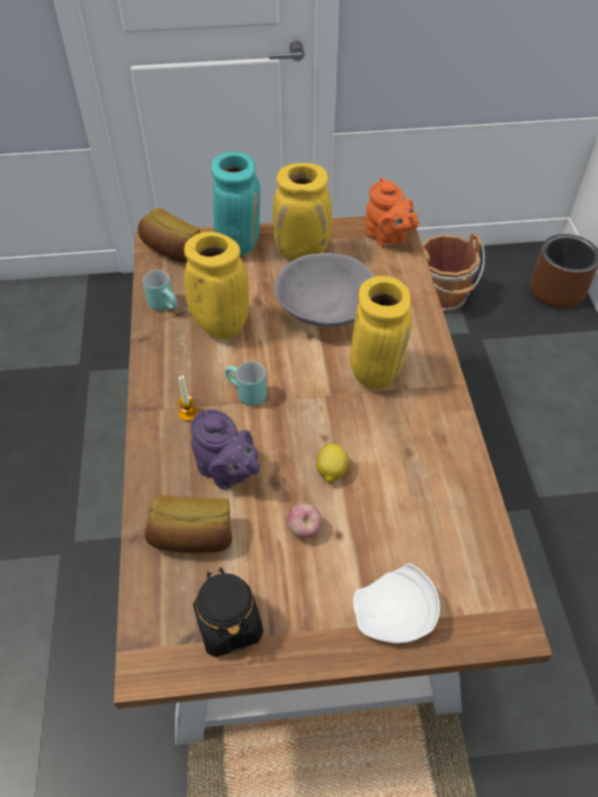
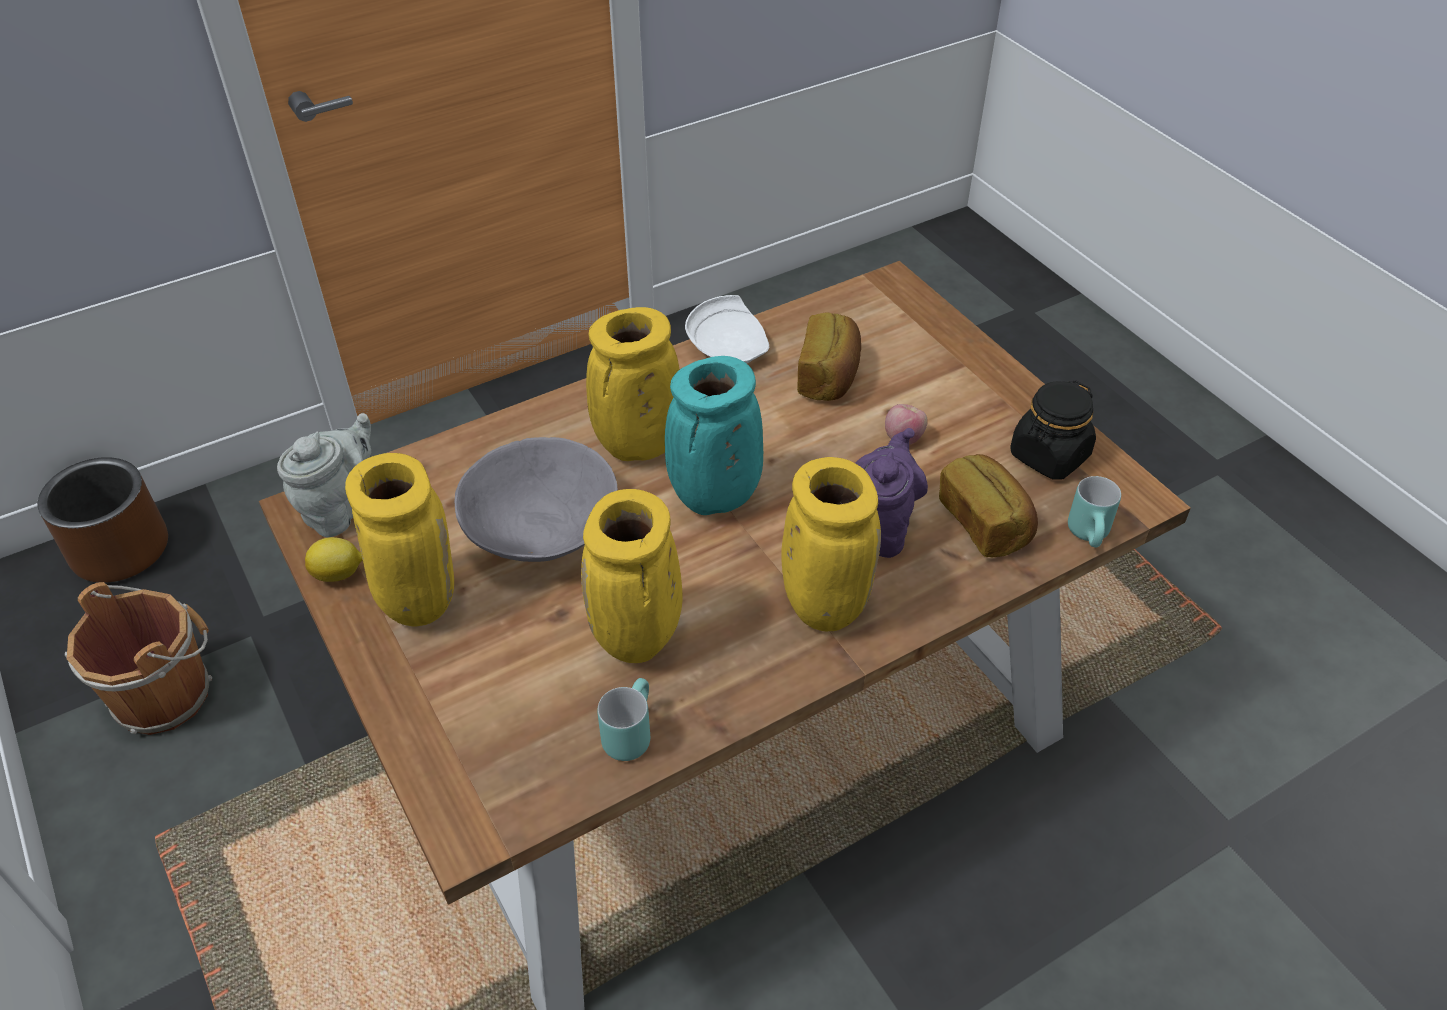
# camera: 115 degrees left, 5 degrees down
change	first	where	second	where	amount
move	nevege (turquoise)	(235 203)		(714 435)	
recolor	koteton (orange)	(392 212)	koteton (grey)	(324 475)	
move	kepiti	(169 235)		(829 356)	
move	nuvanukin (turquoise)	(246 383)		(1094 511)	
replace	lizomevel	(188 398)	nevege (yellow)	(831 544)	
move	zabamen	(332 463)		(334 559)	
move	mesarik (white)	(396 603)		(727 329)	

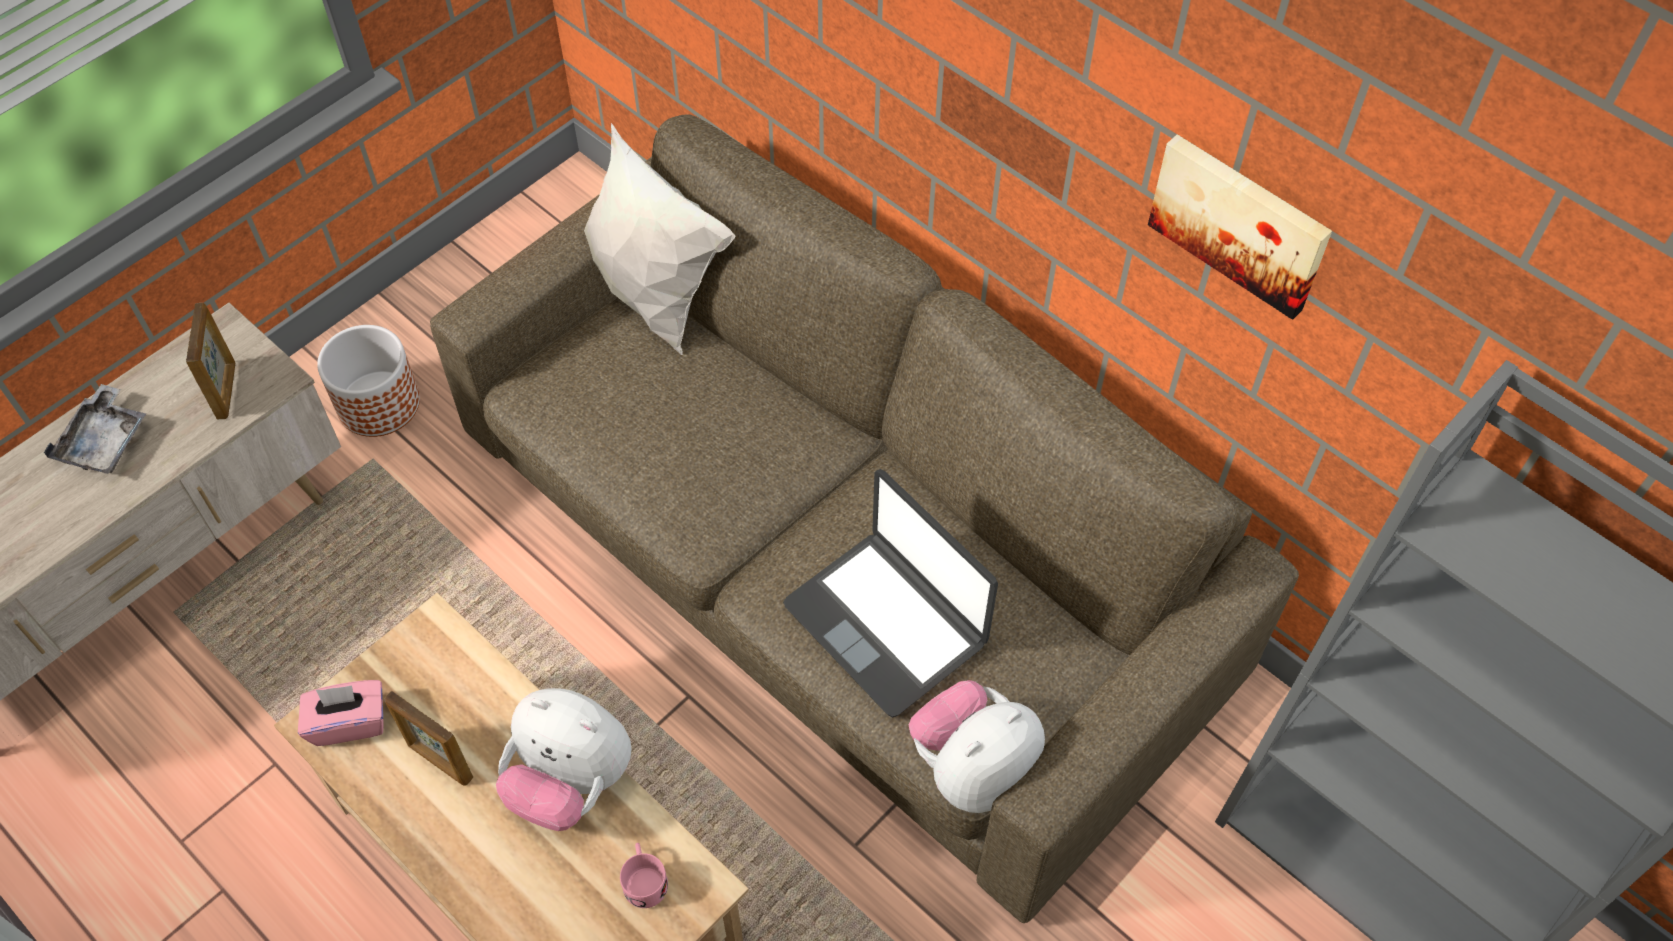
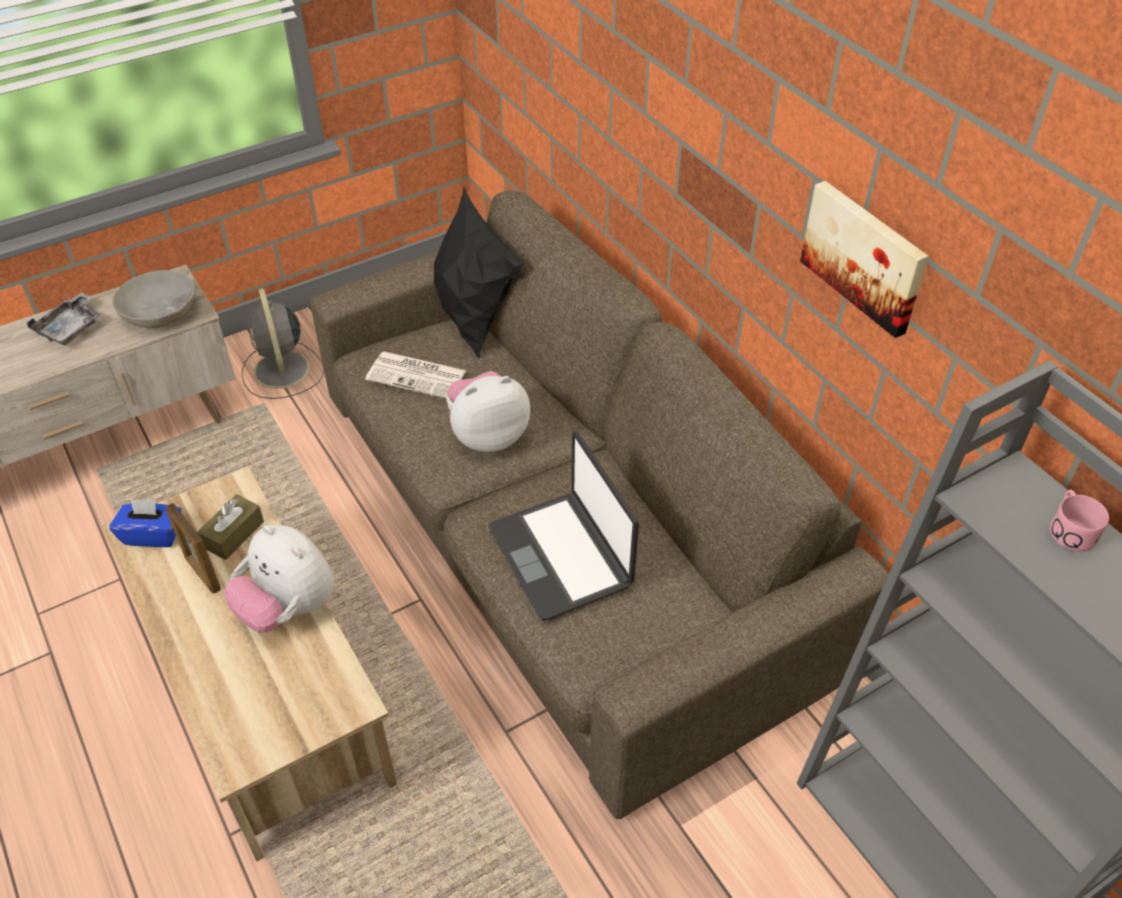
# camera: 15 degrees right, 10 degrees down
change	first	where	second	where	amount
recolor	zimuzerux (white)	(659 239)	zimuzerux (black)	(478 273)	
replace	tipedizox	(210 361)	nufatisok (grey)	(154 299)	
replace	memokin	(368 381)	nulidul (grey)	(282 343)	
recolor	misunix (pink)	(340 713)	misunix (blue)	(145 523)	
move	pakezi	(977 746)		(488 411)	
move	nuvanukin (pink)	(644 875)		(1079 521)	
insert			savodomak	(416 375)	
insert			misunix (brown)	(230 527)	

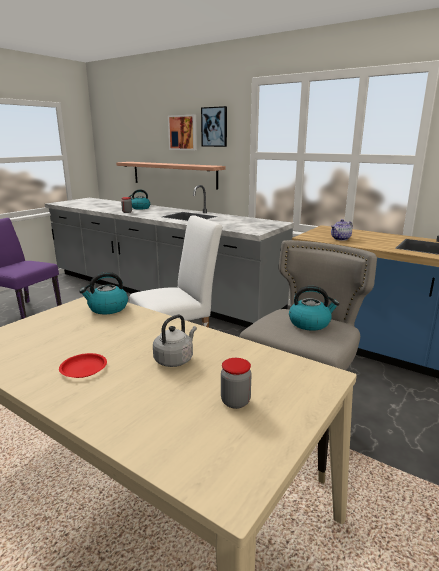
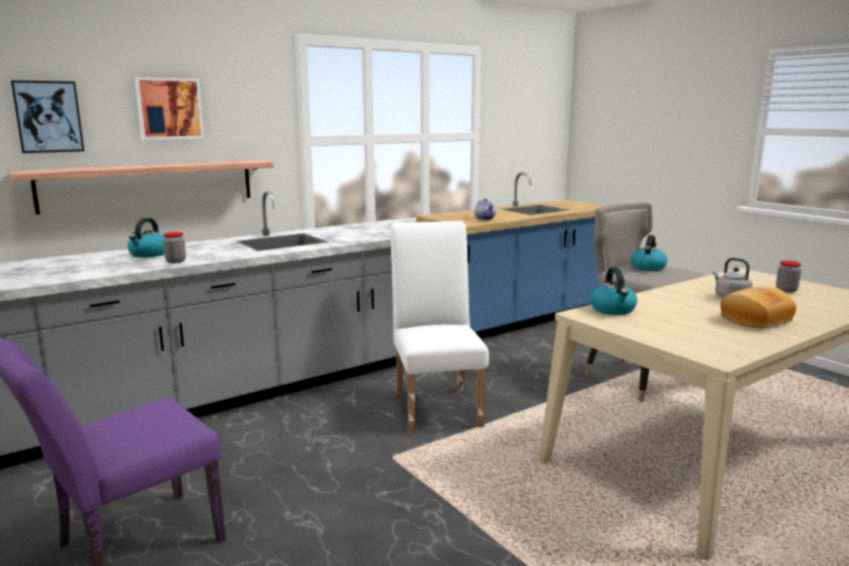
# camera: 70 degrees left, 5 degrees down
change	first	where	second	where	amount
move	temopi	(214 126)		(47 116)	
replace	mesarik (red)	(83 365)	kepiti	(758 307)	

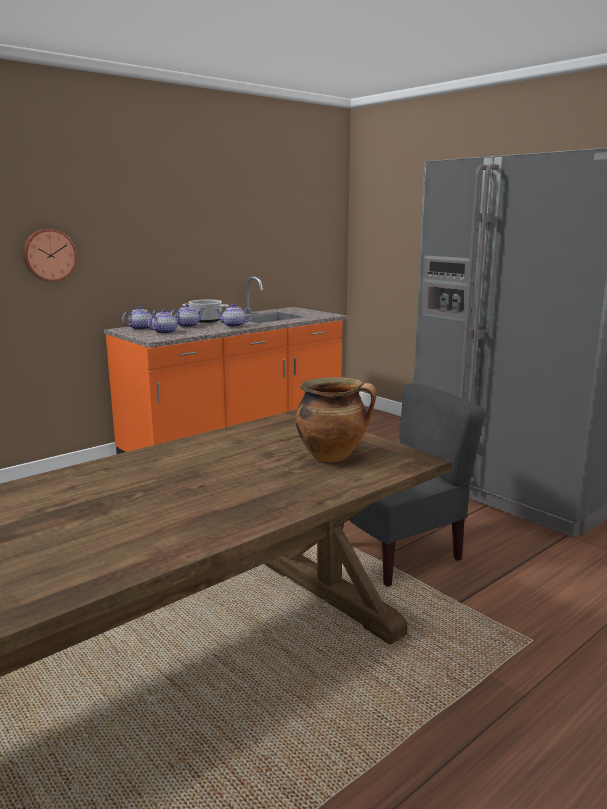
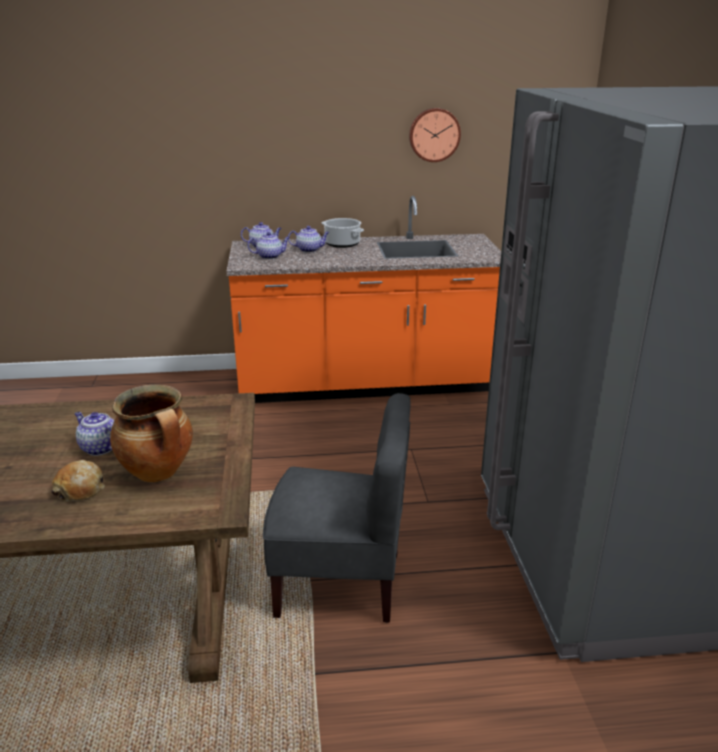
# camera: 35 degrees right, 10 degrees up
change	first	where	second	where	amount
move	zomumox	(50 255)		(435 135)	
move	koteton	(234 315)		(95 434)	
insert			kepiti	(78 480)	

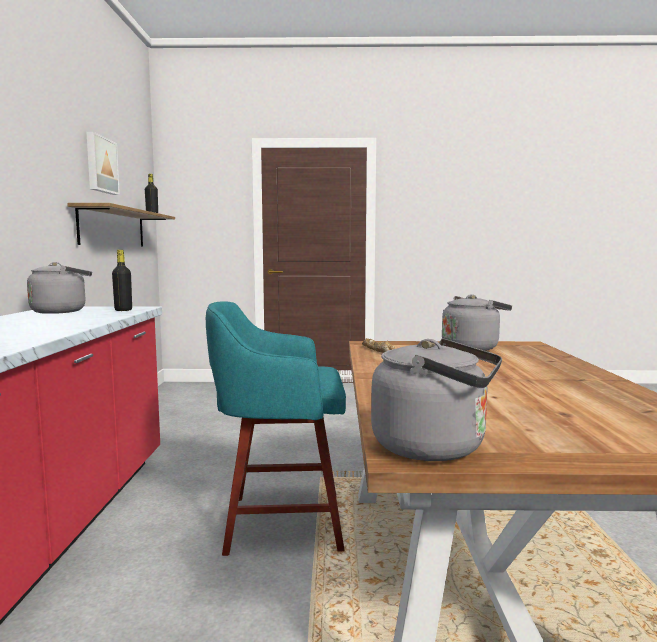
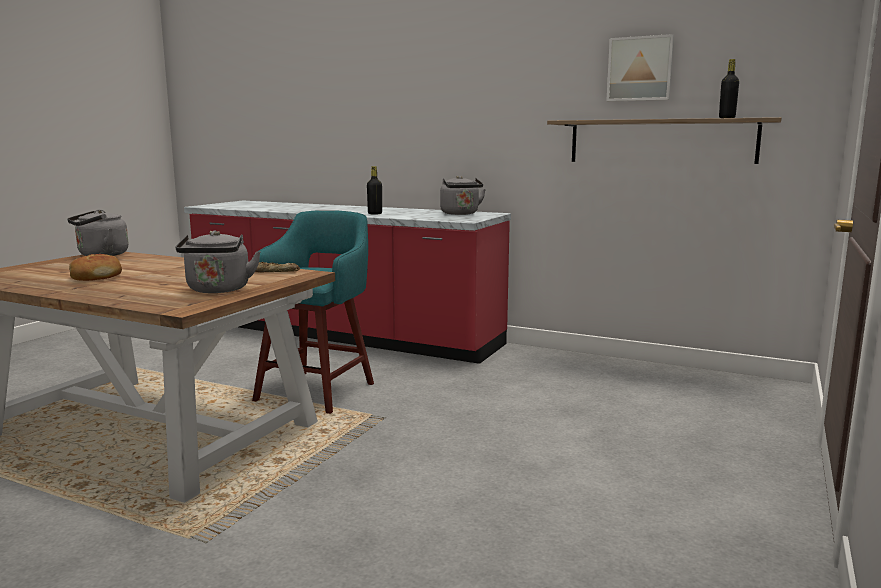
# camera: 115 degrees right, 5 degrees up
change	first	where	second	where	amount
move	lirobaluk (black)	(122 280)		(374 190)	
insert			kepiti	(95 267)	

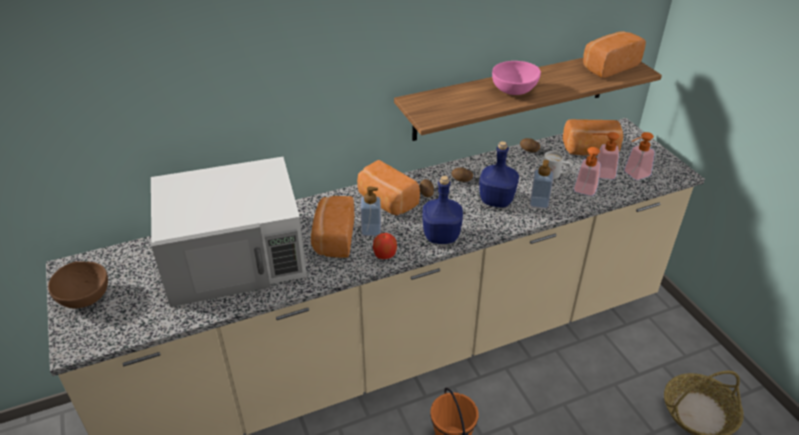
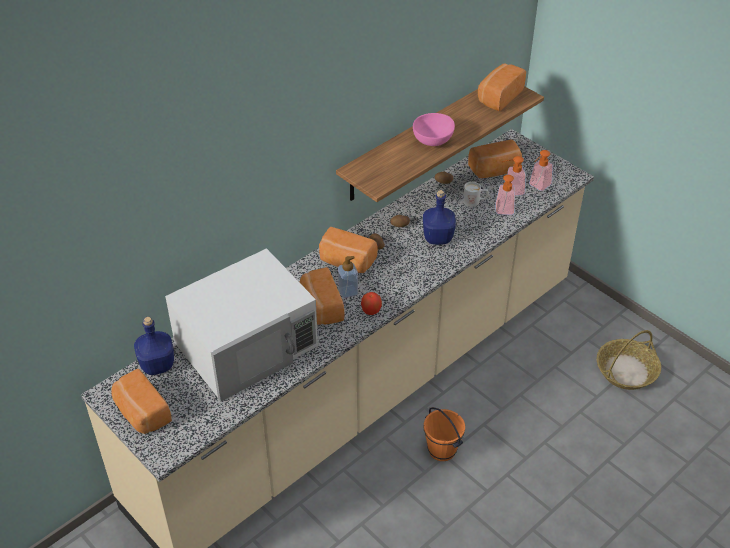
# camera: 20 degrees left, 5 degrees up
change	first	where	second	where	amount
delete	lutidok	(541 184)			
move	lirobaluk (blue)	(442 210)		(154 346)	
replace	nufatisok (brown)	(78 284)	kepiti	(141 401)	

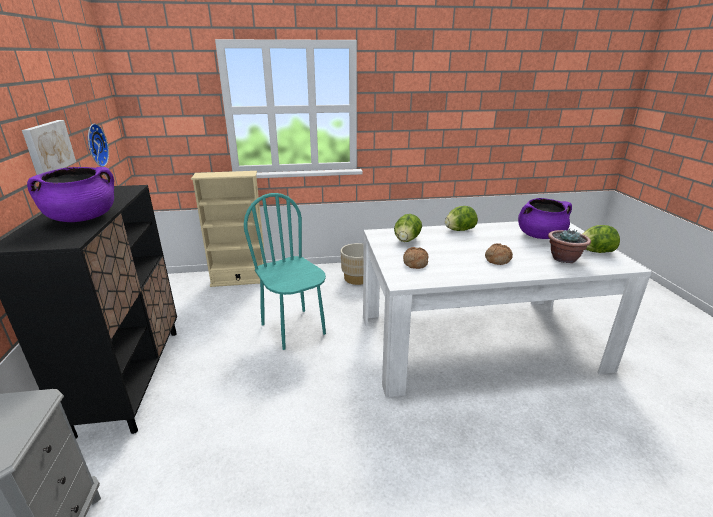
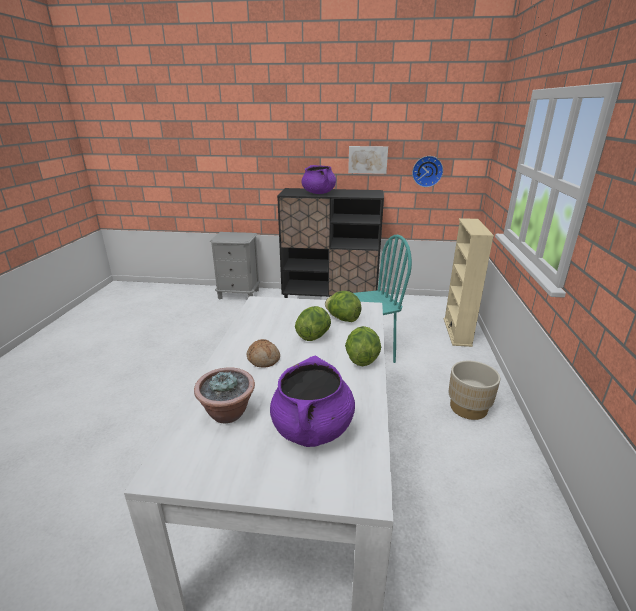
# camera: 105 degrees right, 0 degrees up
change	first	where	second	where	amount
move	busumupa	(601 239)		(313 323)	
delete	kepiti	(416 258)			

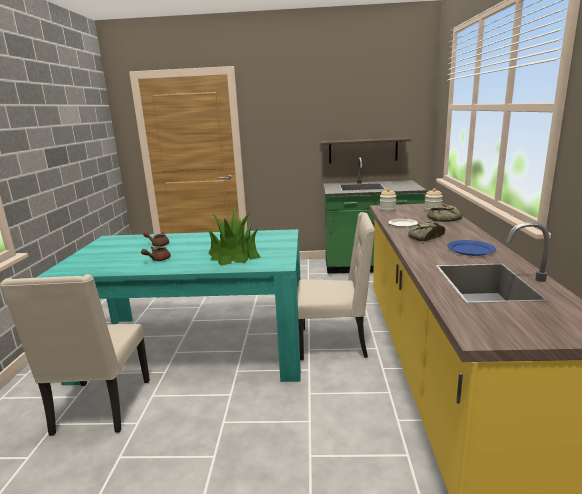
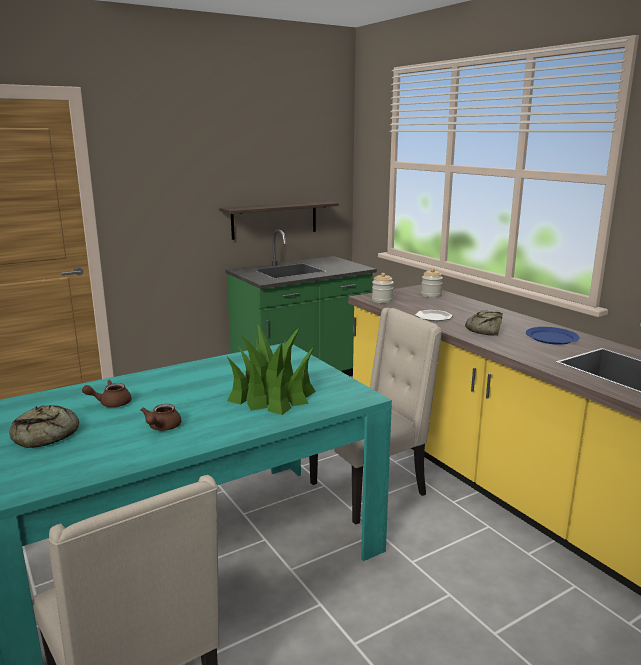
# camera: 35 degrees left, 0 degrees up
change	first	where	second	where	amount
move	kepiti	(445 213)		(44 426)	

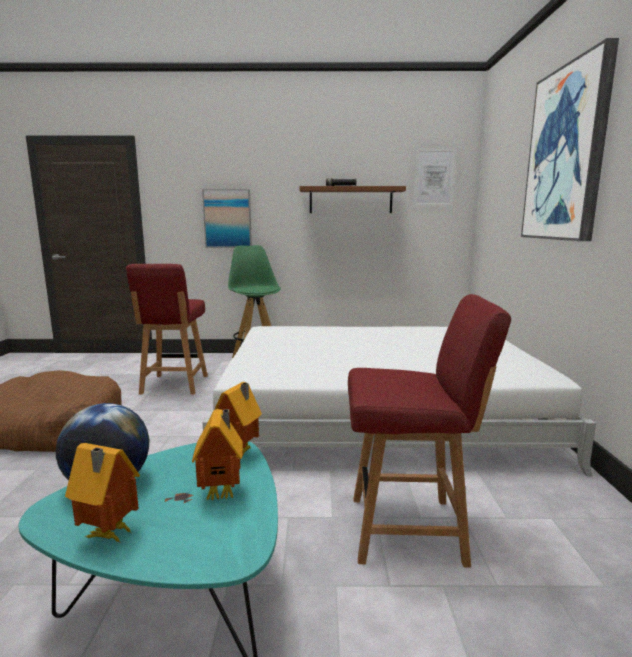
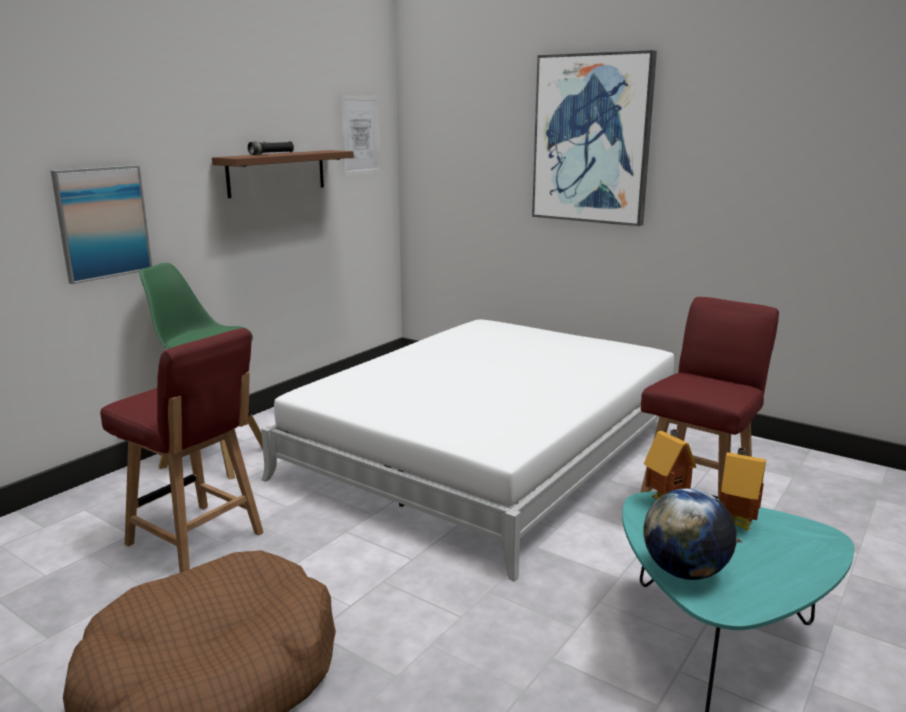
# camera: 55 degrees left, 5 degrees up
change	first	where	second	where	amount
delete	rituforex	(102 492)			

